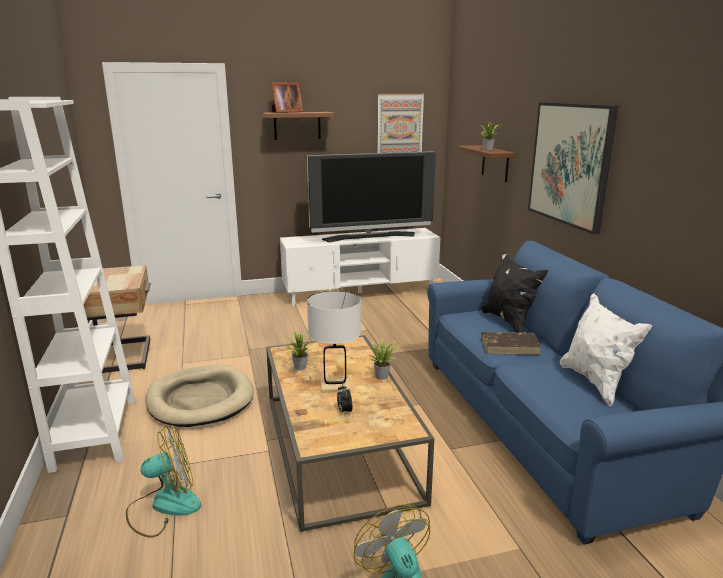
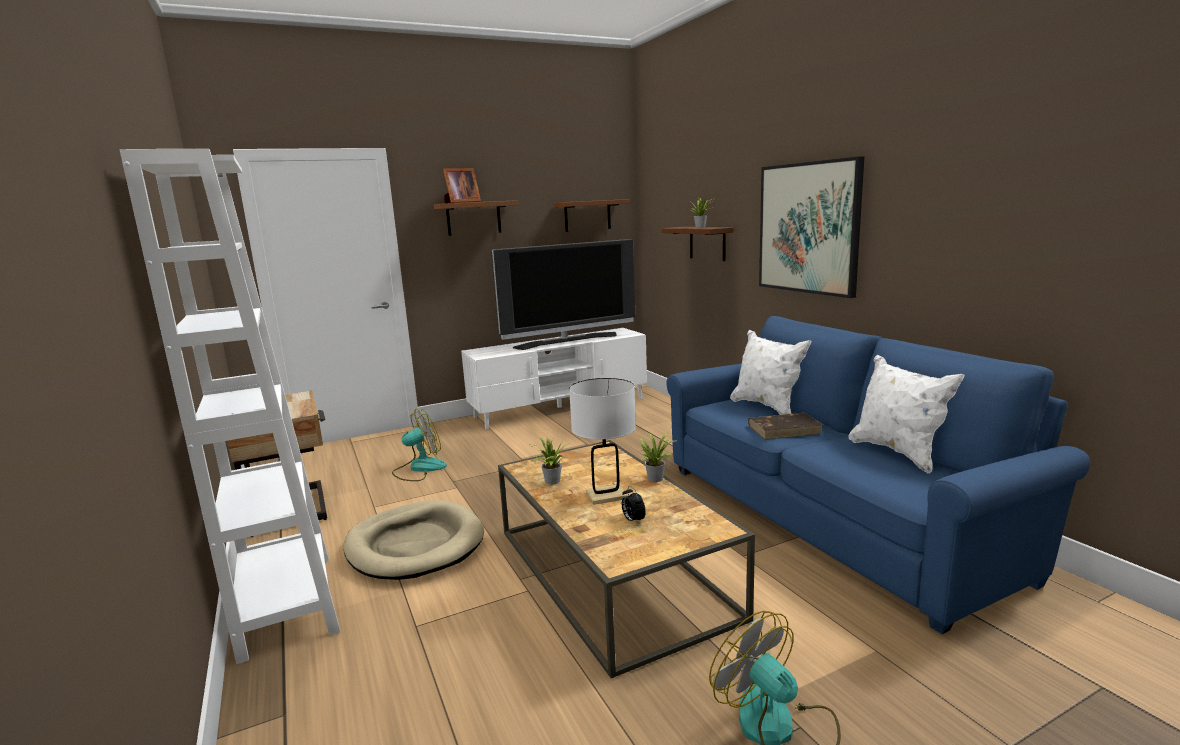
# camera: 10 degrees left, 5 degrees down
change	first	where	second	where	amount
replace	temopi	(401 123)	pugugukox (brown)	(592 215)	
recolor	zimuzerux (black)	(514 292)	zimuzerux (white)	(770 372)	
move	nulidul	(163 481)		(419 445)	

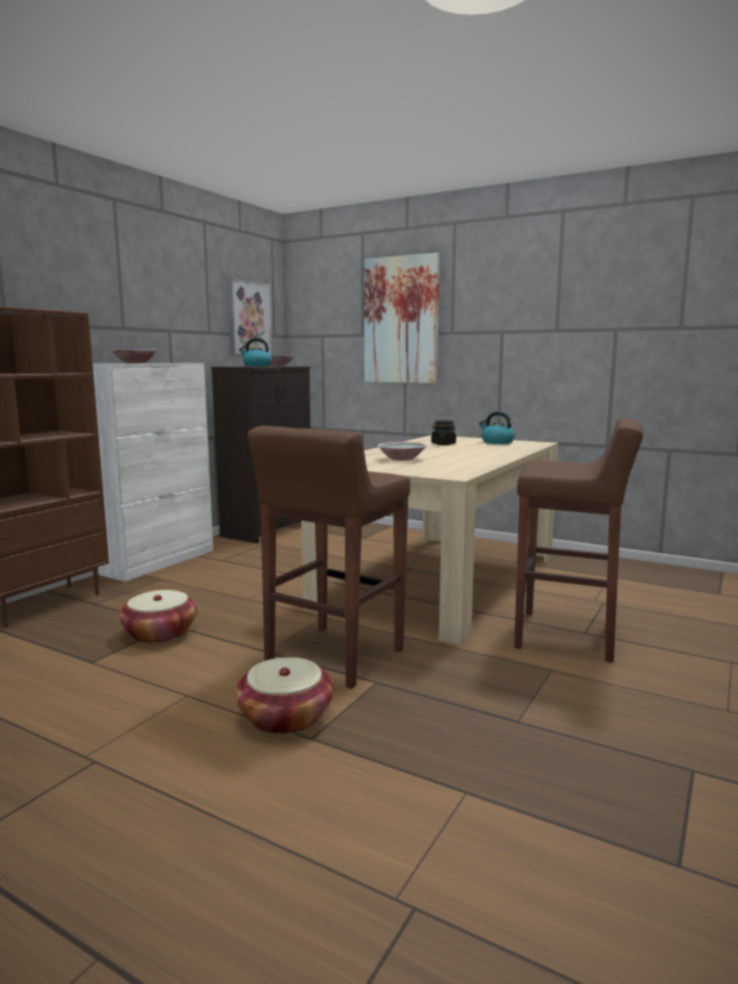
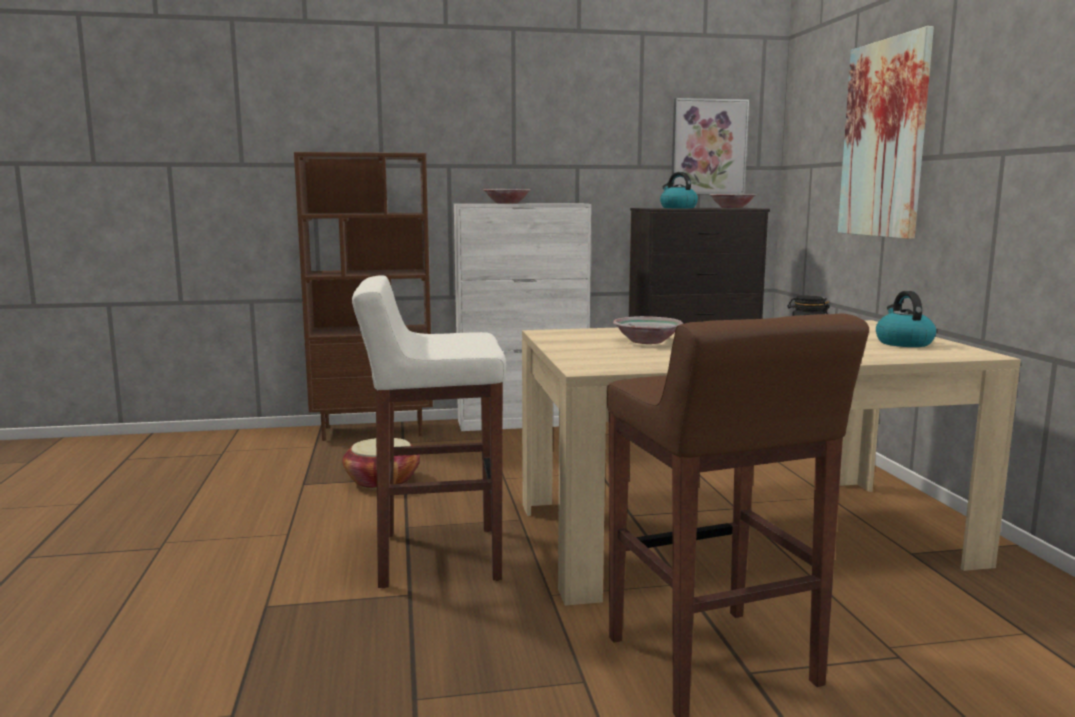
# camera: 50 degrees right, 0 degrees up
change	first	where	second	where	amount
recolor	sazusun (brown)	(329 557)	sazusun (white)	(429 431)	
delete	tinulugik	(284 696)			

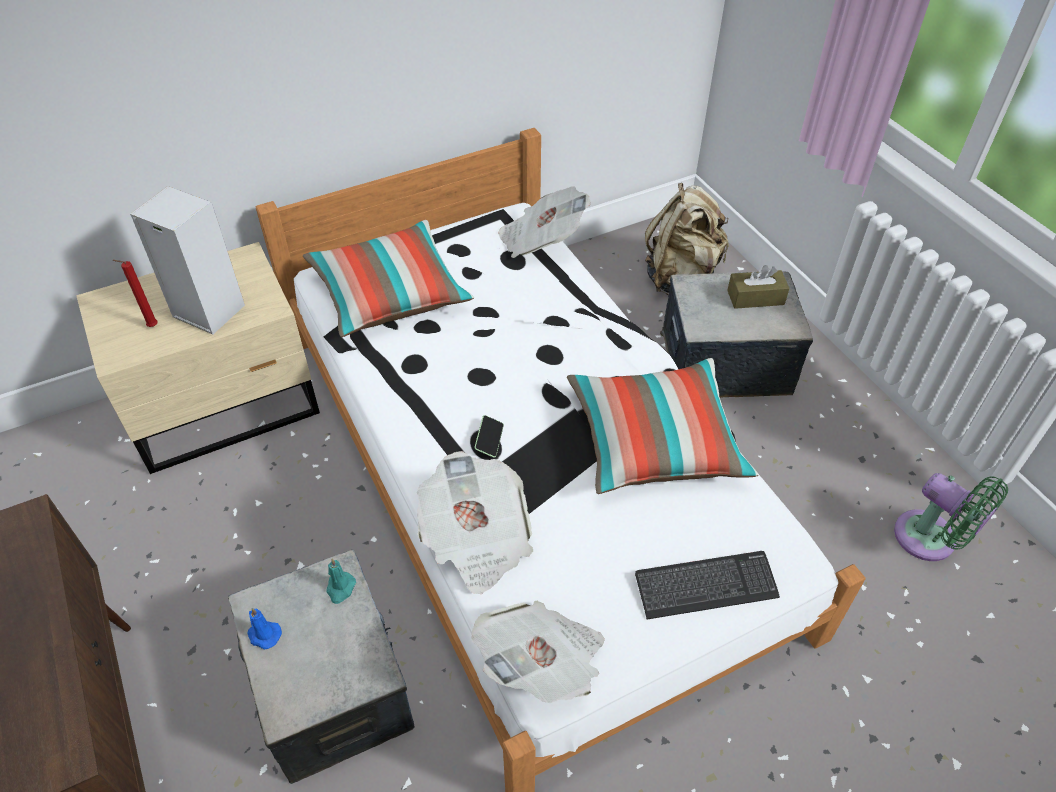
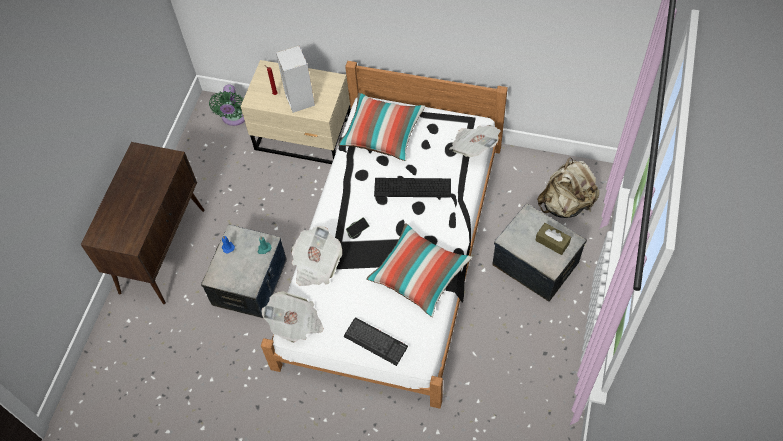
# camera: 45 degrees right, 10 degrees up
change	first	where	second	where	amount
move	nulidul (green)	(951 517)		(227 105)	
insert			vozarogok	(412 188)	

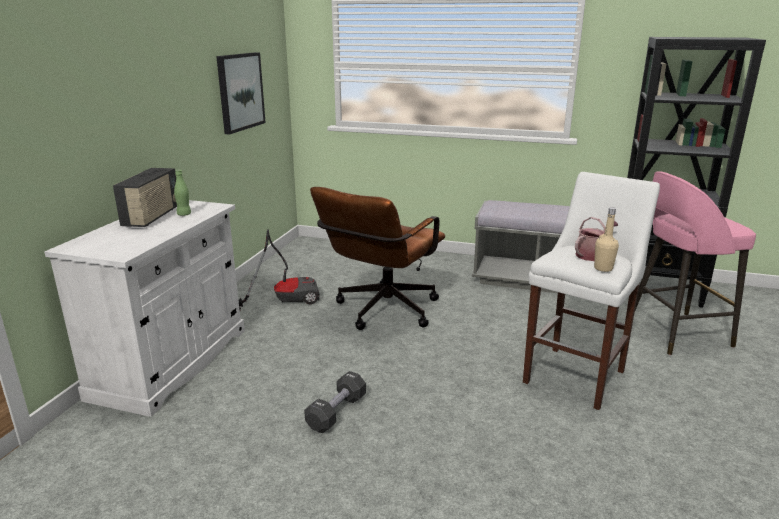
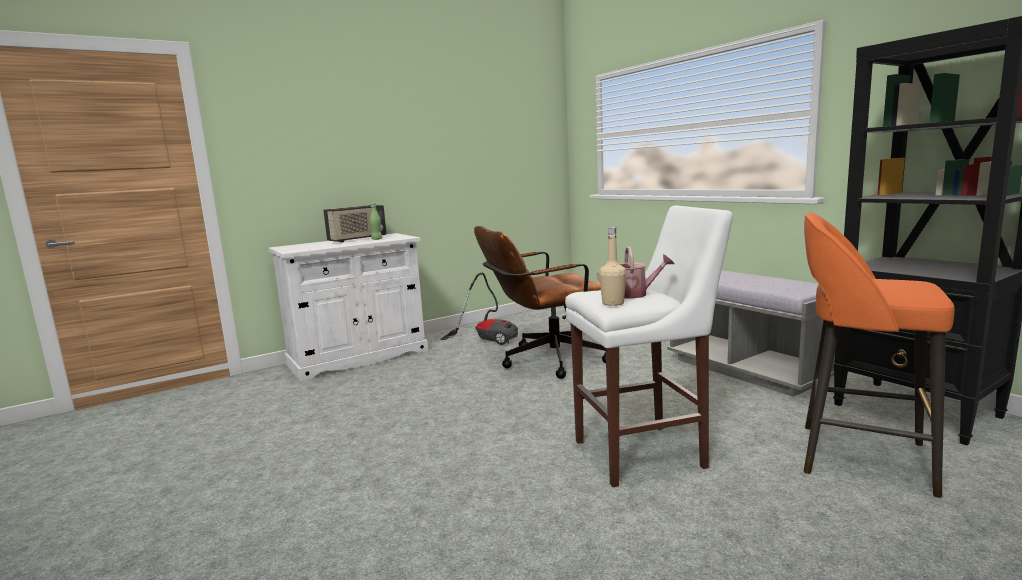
# camera: 40 degrees right, 10 degrees down
change	first	where	second	where	amount
delete	temopi	(241 93)			
recolor	sazusun (pink)	(695 263)	sazusun (orange)	(879 355)	
delete	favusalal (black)	(335 402)			

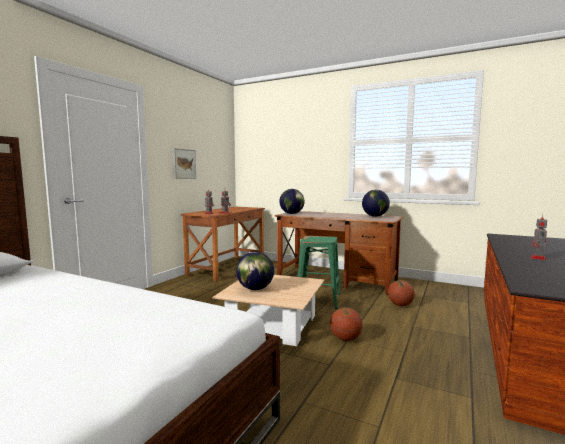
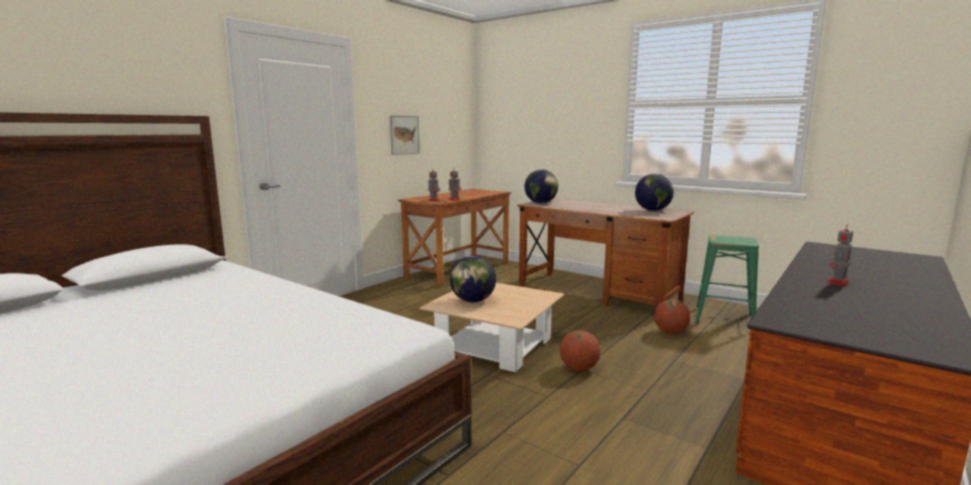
# camera: 10 degrees right, 5 degrees up
change	first	where	second	where	amount
move	sazusun (green)	(319 272)		(727 279)	

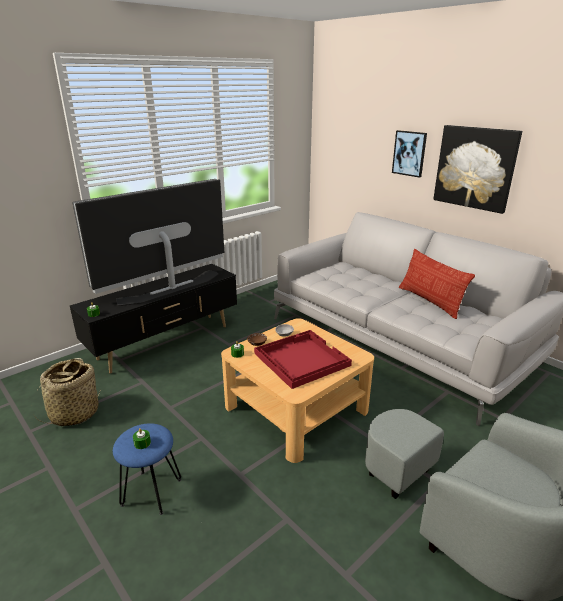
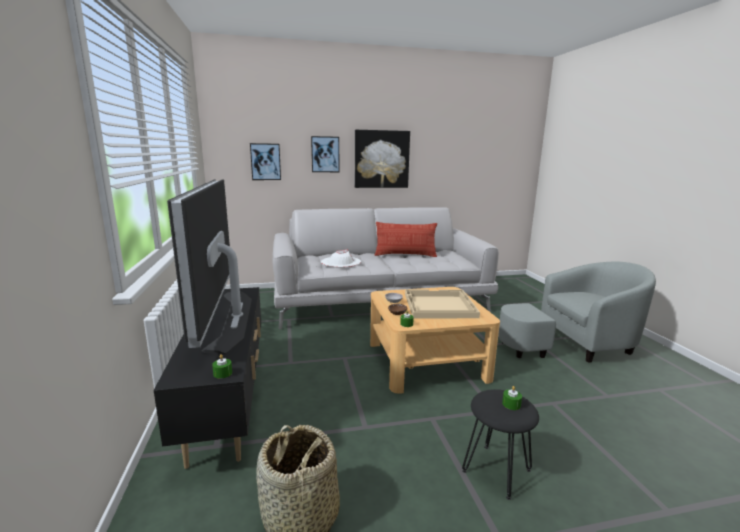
# camera: 60 degrees left, 10 degrees down
change	first	where	second	where	amount
recolor	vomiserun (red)	(303 359)	vomiserun (beige)	(442 304)	
recolor	sazusun (blue)	(147 469)	sazusun (black)	(500 444)	
insert			temopi	(265 161)	
insert			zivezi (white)	(341 258)	

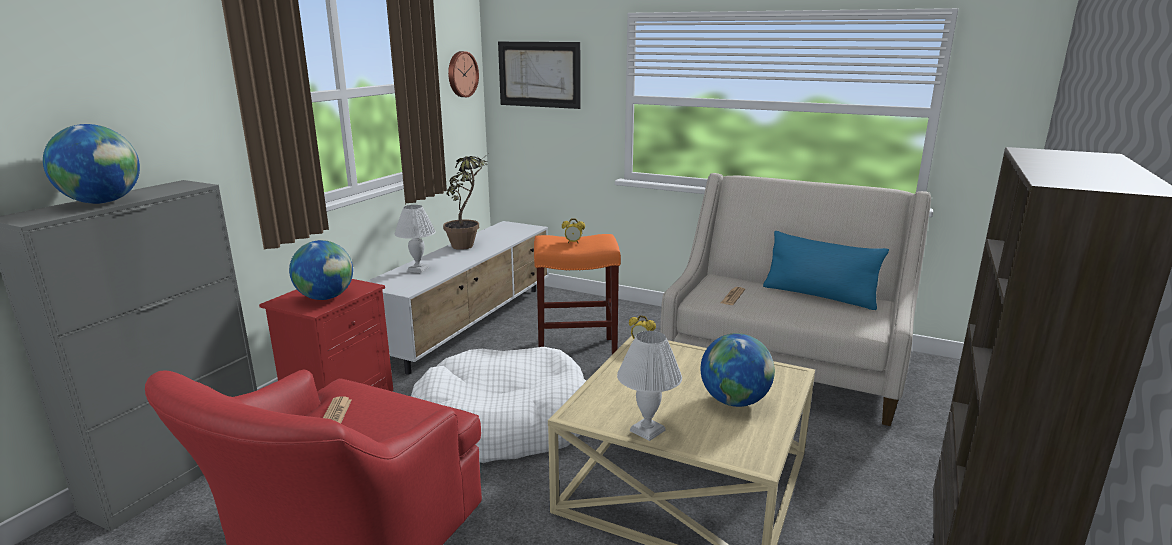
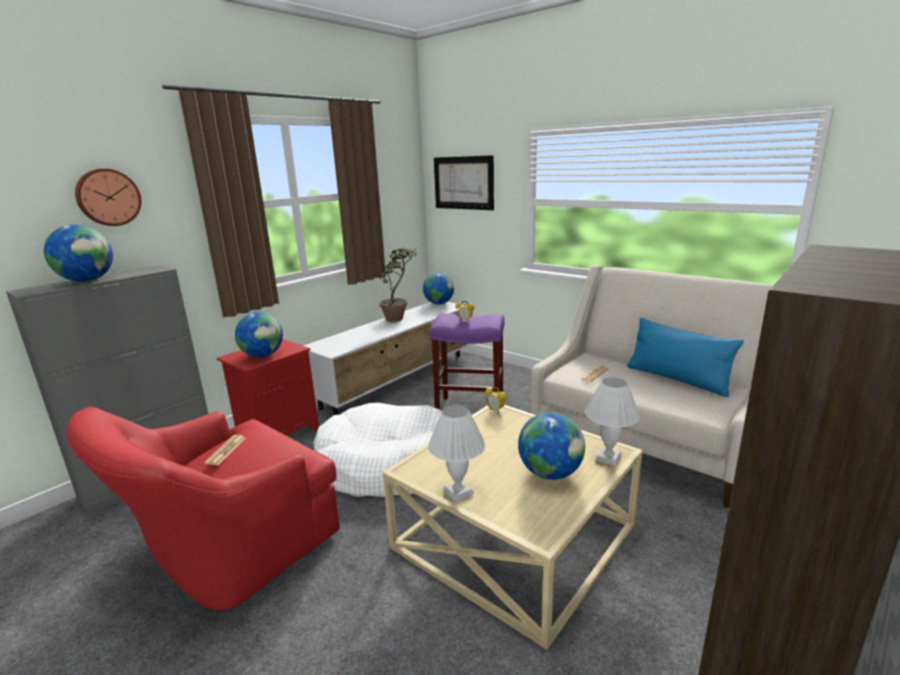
# camera: 15 degrees right, 0 degrees up
change	first	where	second	where	amount
move	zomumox	(463 74)		(108 197)	
move	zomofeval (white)	(415 239)		(612 421)	
recolor	sazusun (orange)	(577 294)	sazusun (purple)	(467 361)	
insert			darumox	(438 288)	

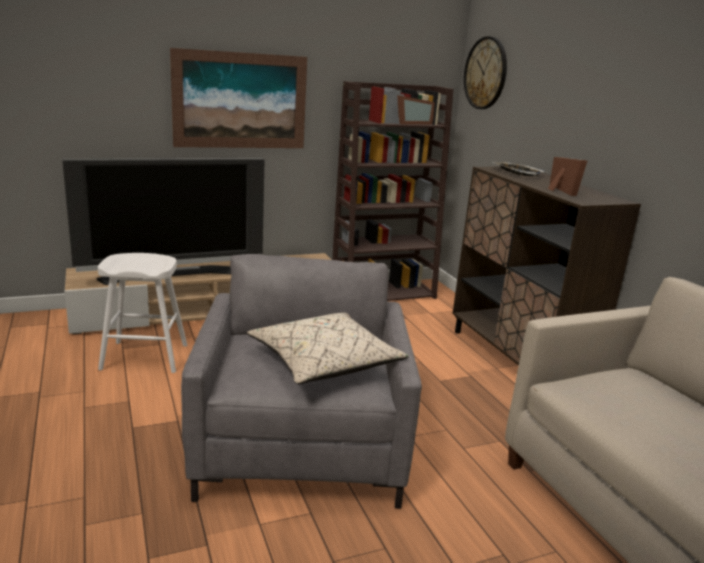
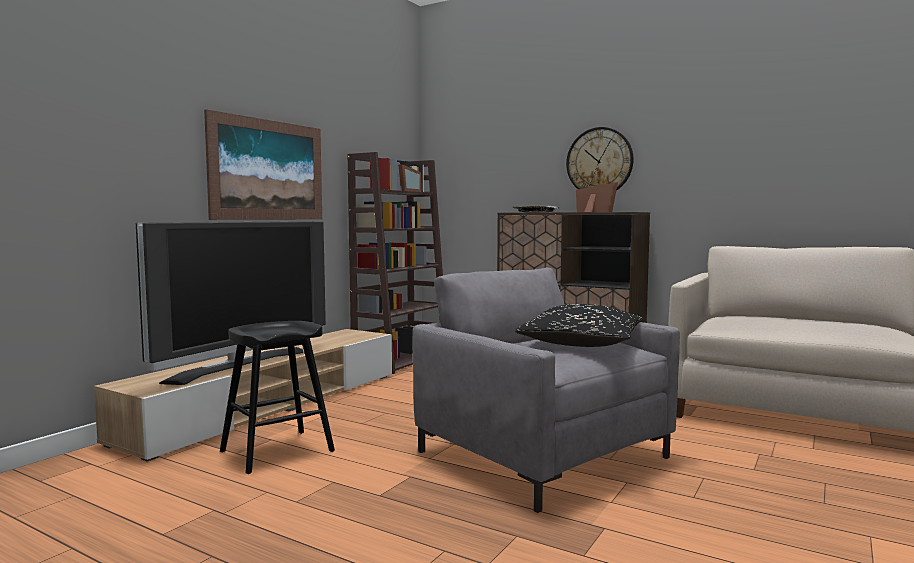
# camera: 35 degrees left, 15 degrees down
change	first	where	second	where	amount
move	zomumox	(485 72)		(600 159)	
recolor	sazusun (white)	(142 313)	sazusun (black)	(277 397)	
recolor	zimuzerux (beige)	(328 348)	zimuzerux (black)	(579 325)	

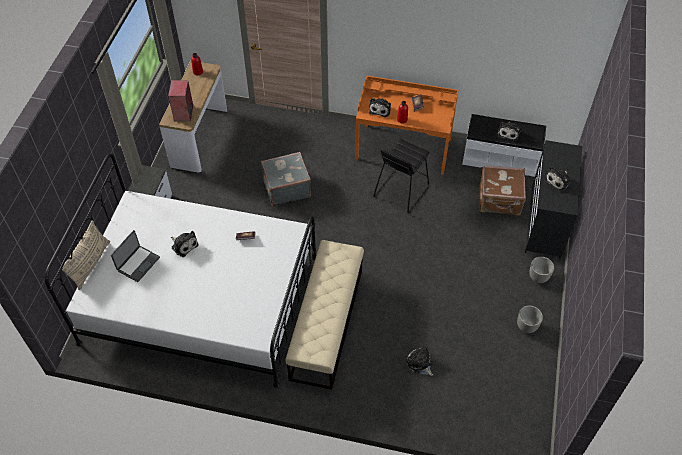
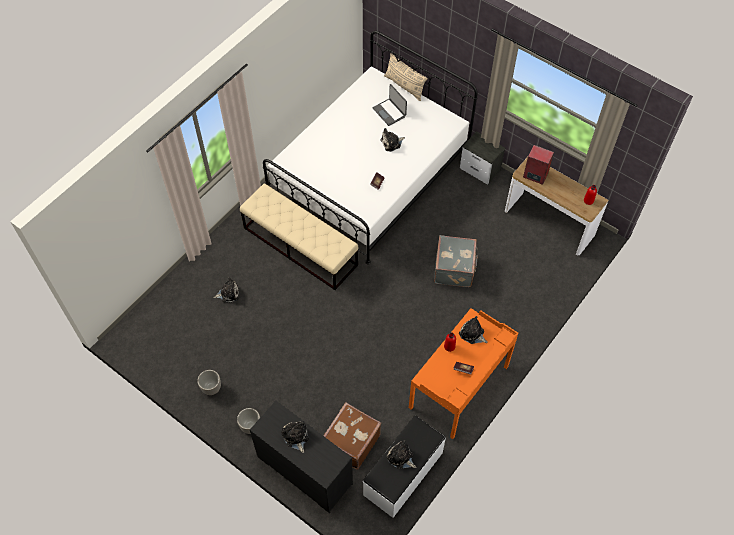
# camera: 115 degrees right, 5 degrees up
change	first	where	second	where	amount
delete	sazusun (black)	(401 176)			

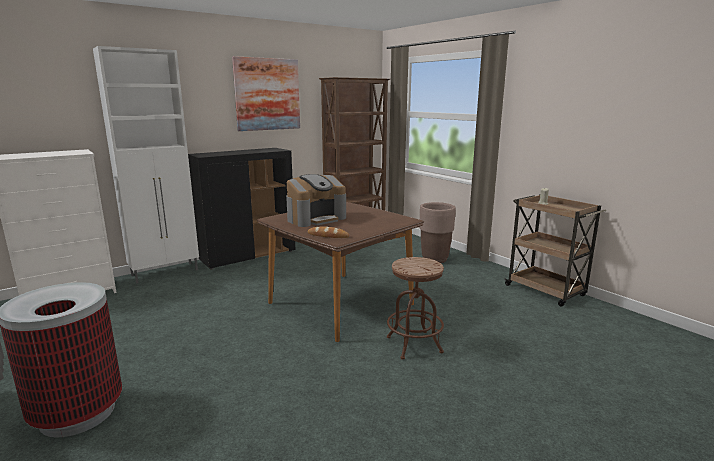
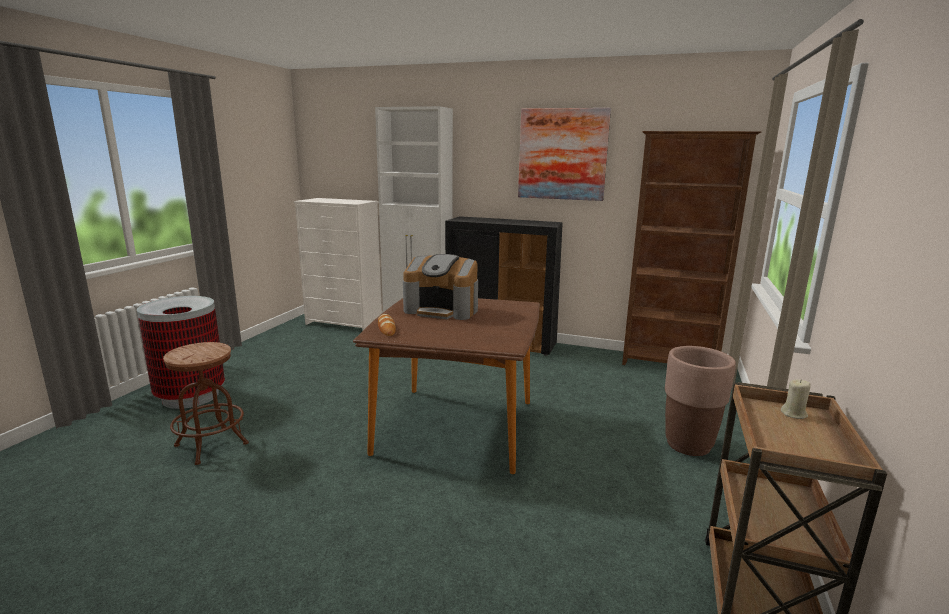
# camera: 55 degrees right, 0 degrees up
change	first	where	second	where	amount
move	sazusun (brown)	(415 308)		(206 403)	

